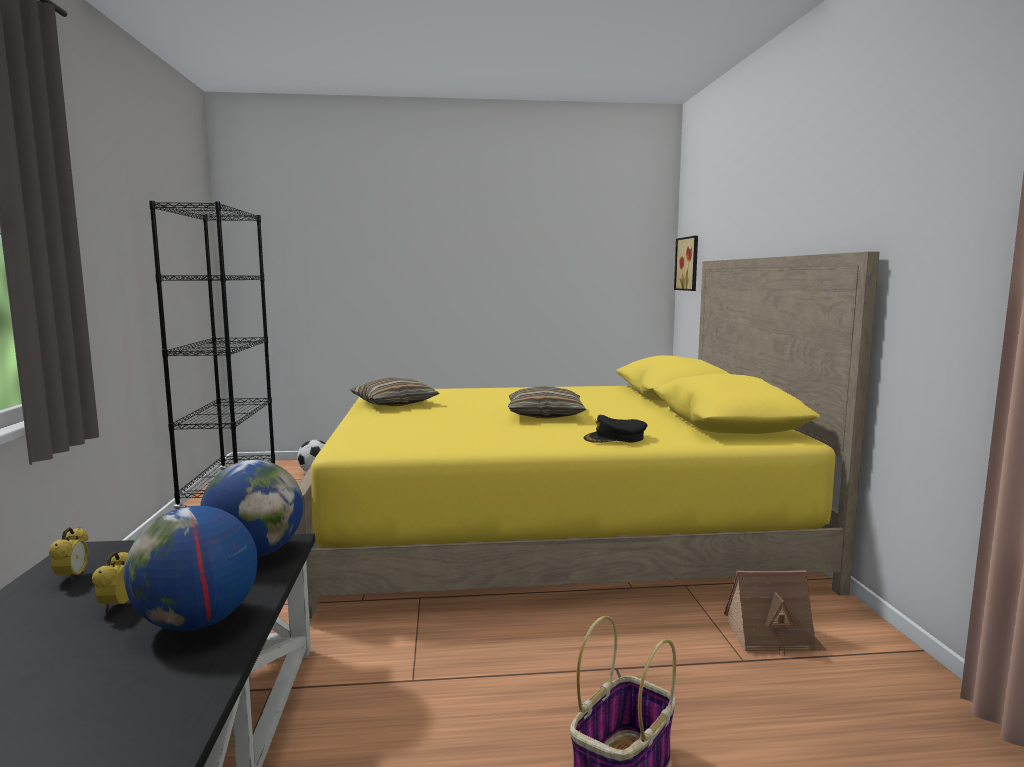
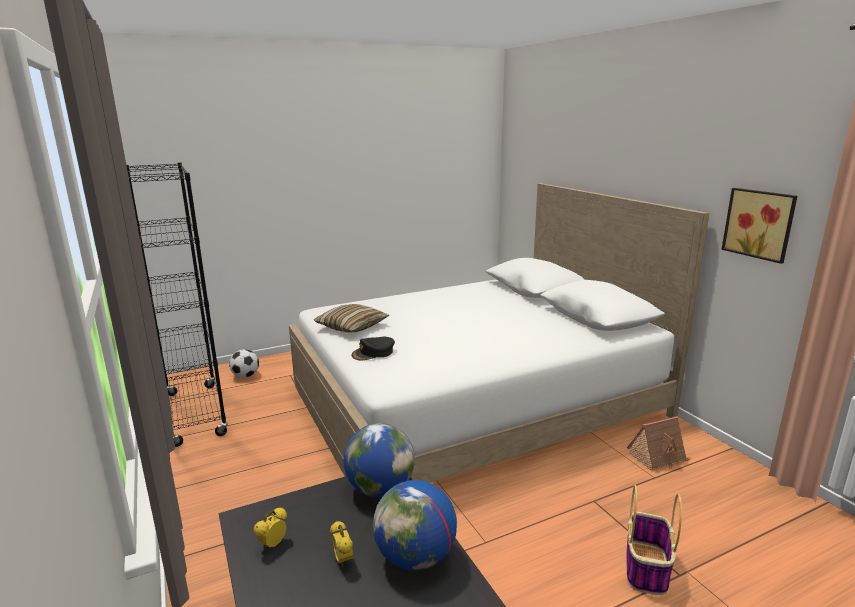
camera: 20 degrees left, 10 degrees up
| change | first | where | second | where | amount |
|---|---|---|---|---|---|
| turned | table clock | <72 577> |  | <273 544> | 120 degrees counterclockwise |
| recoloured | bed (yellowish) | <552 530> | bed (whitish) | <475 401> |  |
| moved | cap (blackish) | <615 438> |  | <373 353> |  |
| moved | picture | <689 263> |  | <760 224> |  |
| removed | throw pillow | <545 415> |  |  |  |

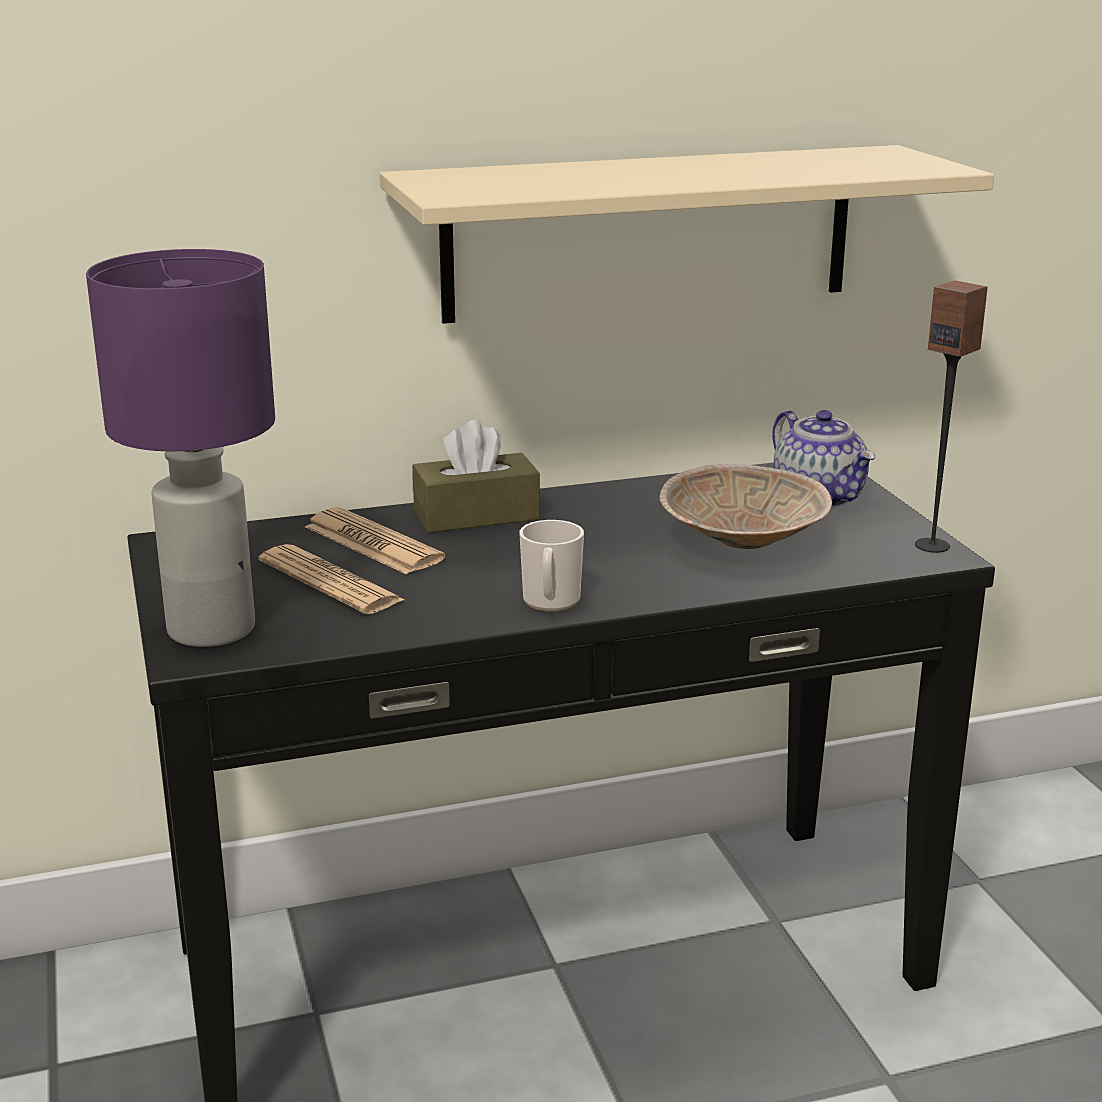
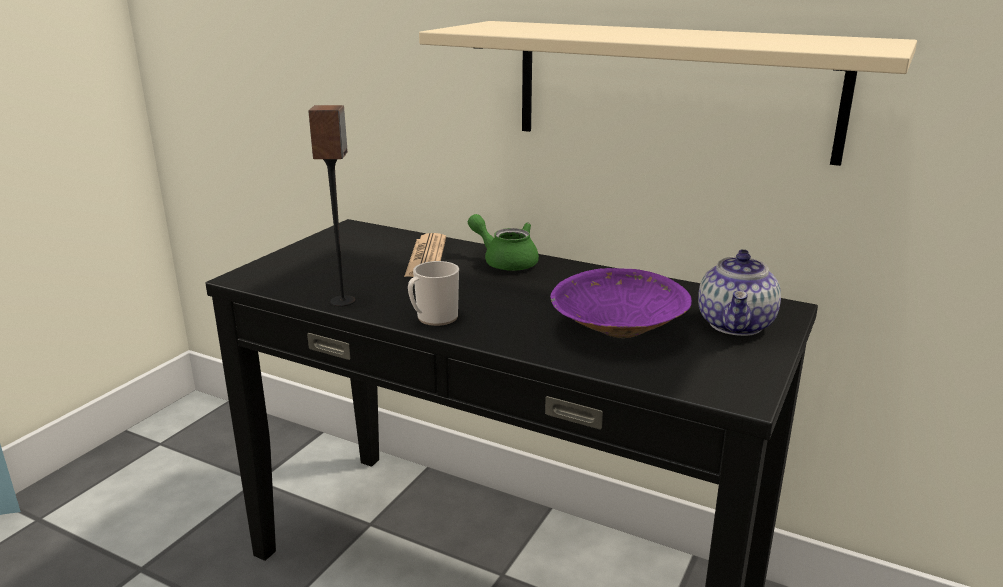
camera: 45 degrees right, 0 degrees up
| change | first | where | second | where | amount |
|---|---|---|---|---|---|
| moved | speaker | <932 545> |  | <343 301> |  |
| replaced | tissue box (brown) | <476 515> | teapot (green) | <505 261> |  |
| recoloured | serving bowl (beige) | <742 543> | serving bowl (purplish) | <616 331> |  |
| removed | tabletop lamp (purplish) | <209 629> |  |  |  |
| removed | printed paper | <330 582> |  |  |  |

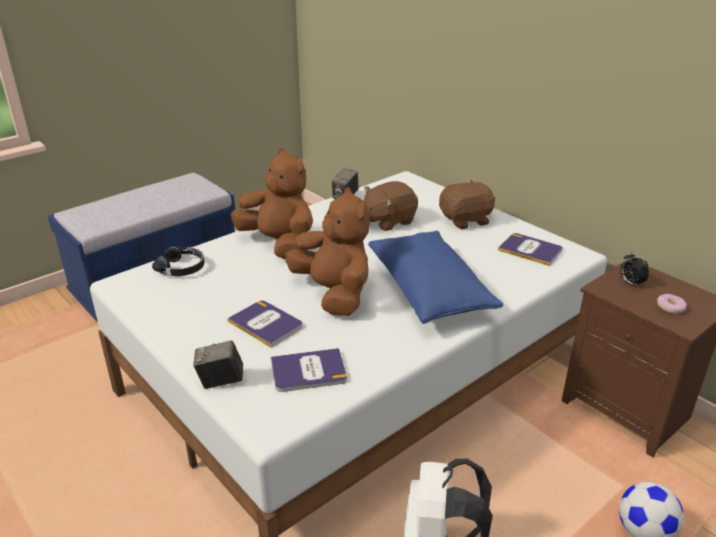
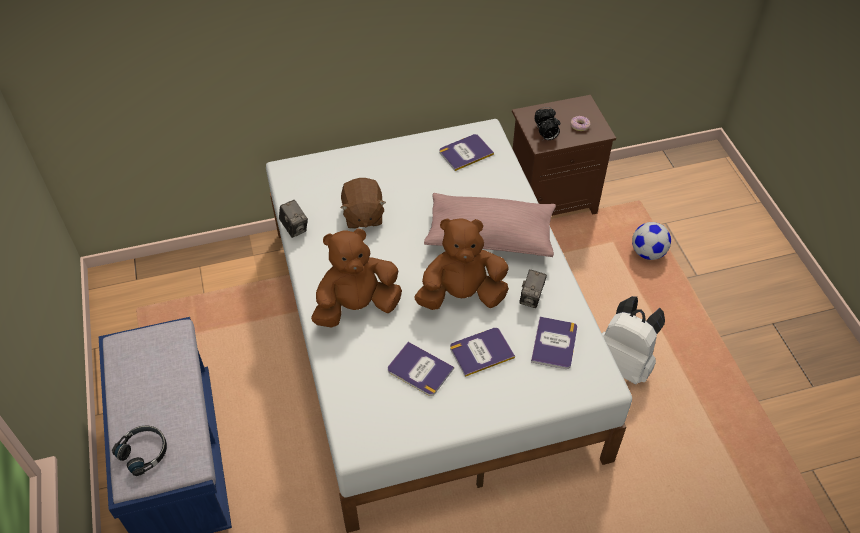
camera: 65 degrees left, 20 degrees up
| change | first | where | second | where | amount |
|---|---|---|---|---|---|
| moved | headset (blackish) | <182 268> |  | <144 452> |  |
| added |  |  | volume | <419 369> |  |
| recoloured | throw pillow (bluish) | <429 291> | throw pillow (pink-coloured) | <490 236> |  |
| moved | still camera | <221 381> |  | <531 298> |  |
| added |  |  | table clock | <548 138> |  |
| removed | cuddly toy (brown) | <466 220> |  |  |  |

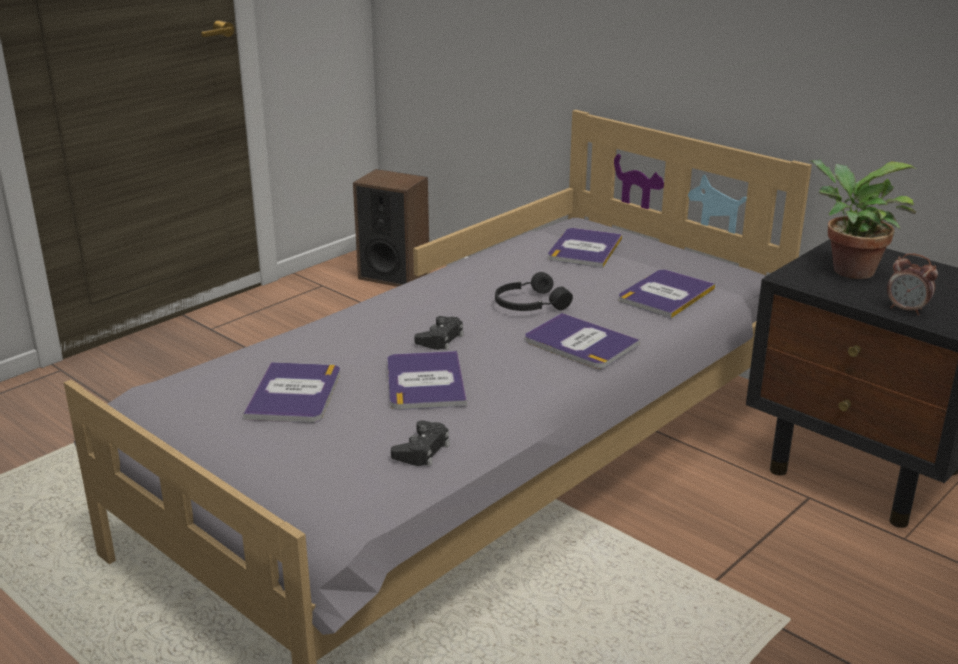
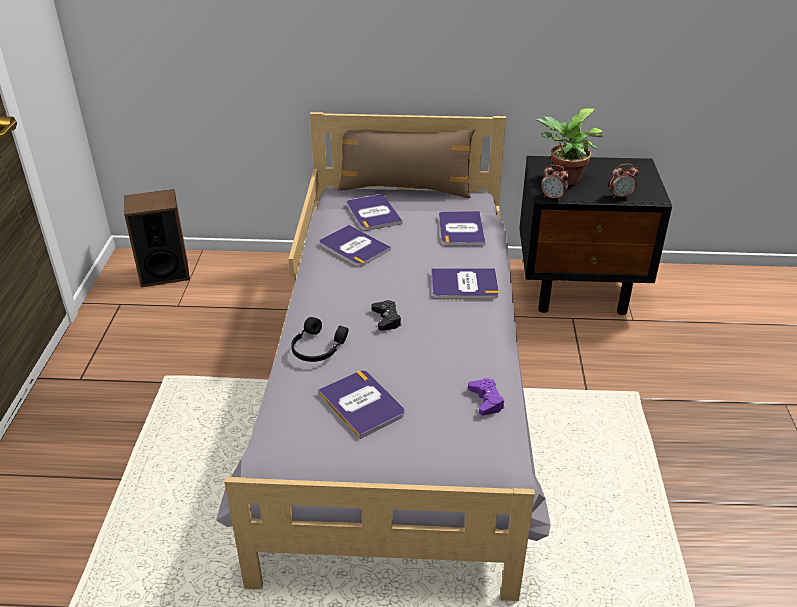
camera: 40 degrees left, 10 degrees up
| change | first | where | second | where | amount |
|---|---|---|---|---|---|
| moved | headset (blackish) | <529 305> |  | <317 348> |  |
| moved | volume | <425 382> |  | <353 247> |  |
| added |  |  | throw pillow (brown) | <405 188> |  |
| recoloured | joypad (blackish) | <422 450> | joypad (purplish) | <486 400> |  |
| added |  |  | table clock | <553 197> |  |

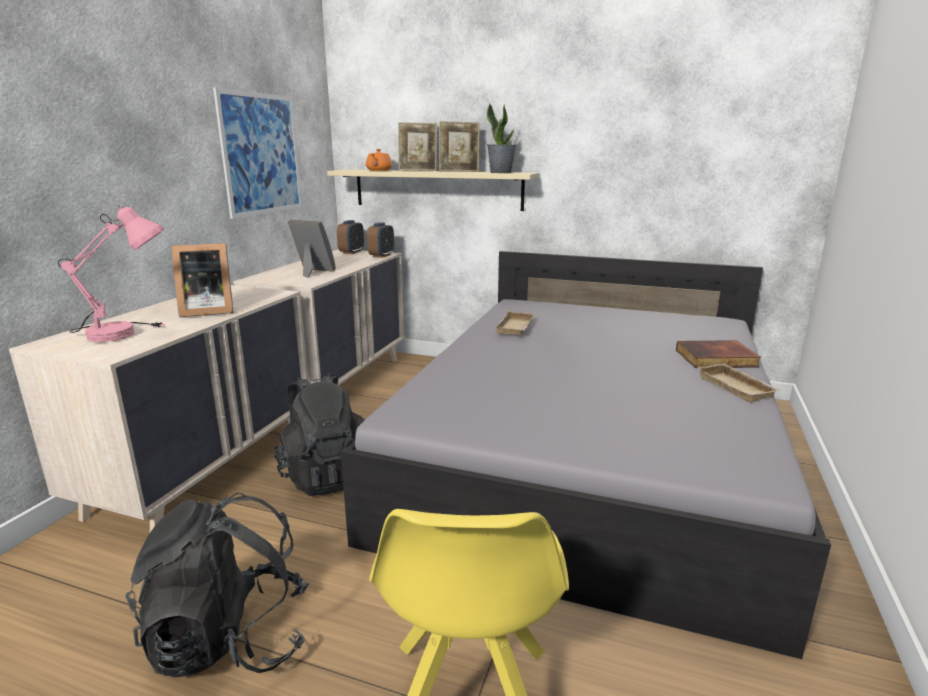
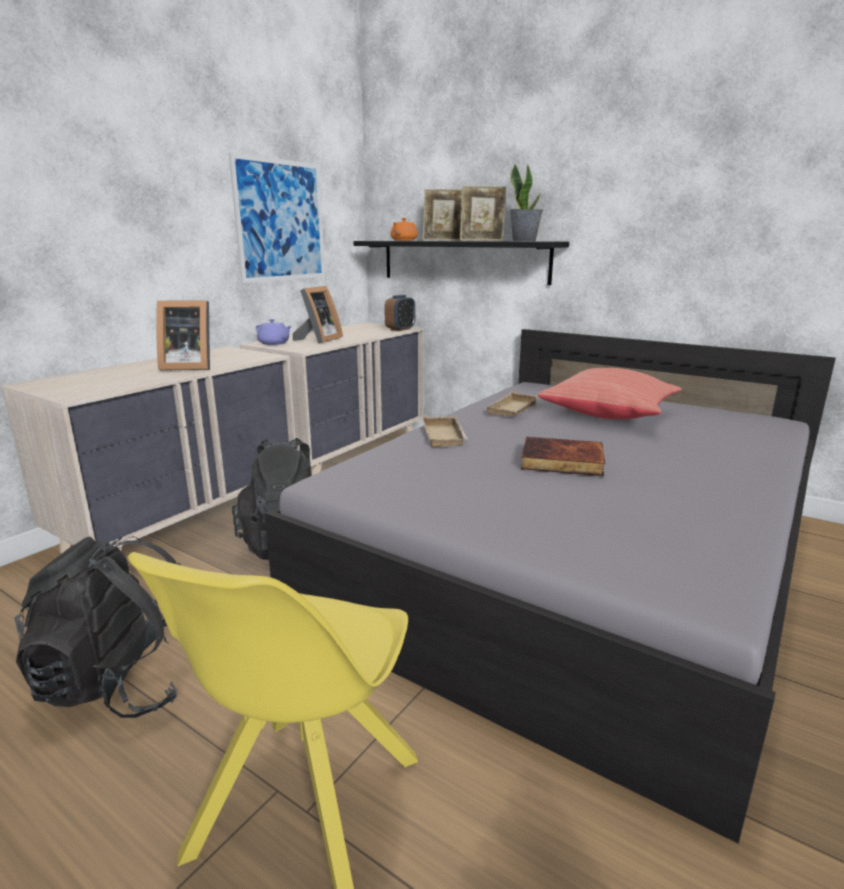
camera: 15 degrees right, 0 degrees up
| change | first | where | second | where | amount |
|---|---|---|---|---|---|
| added |  |  | teapot (purplish) | <274 343> |  |
| turned | picture frame | <312 272> |  | <318 340> | 75 degrees clockwise |
| recoloured | bracket shelf (beige) | <437 189> | bracket shelf (blackish) | <463 261> |  |
| moved | carrying tray (beige) | <738 387> |  | <445 436> |  |
| moved | volume | <716 359> |  | <561 461> |  |
| added |  |  | throw pillow (red-coloured) | <609 414> |  |
| removed | tabletop lamp (pink-coloured) | <124 332> |  |  |  |
| removed | table clock | <351 252> |  |  |  |

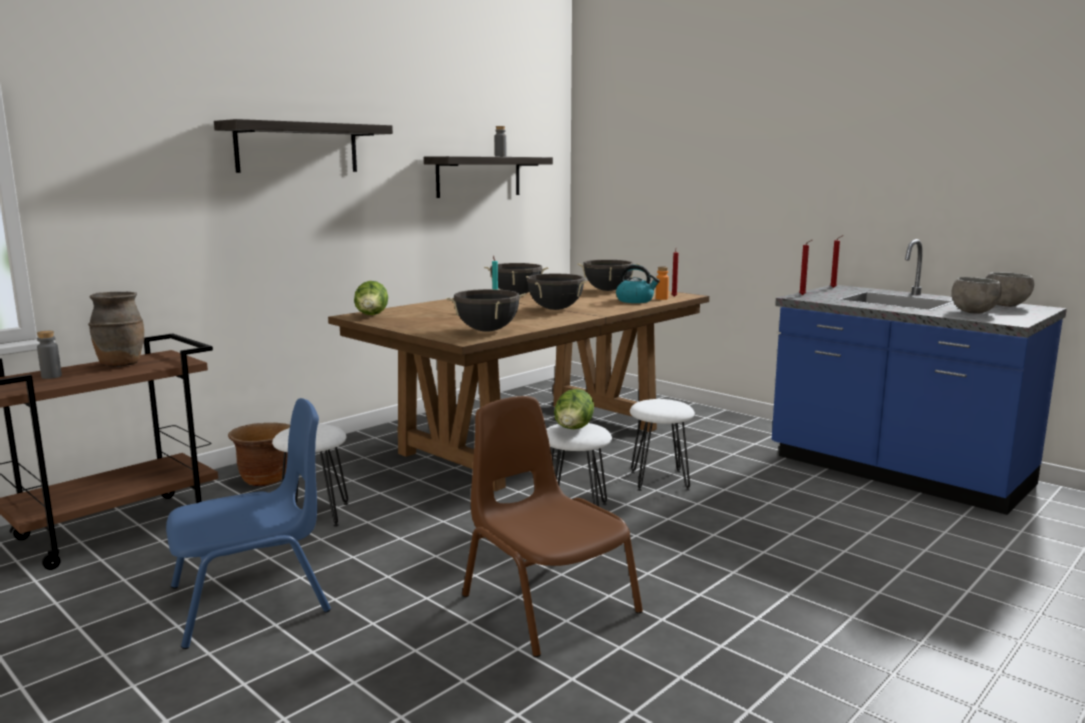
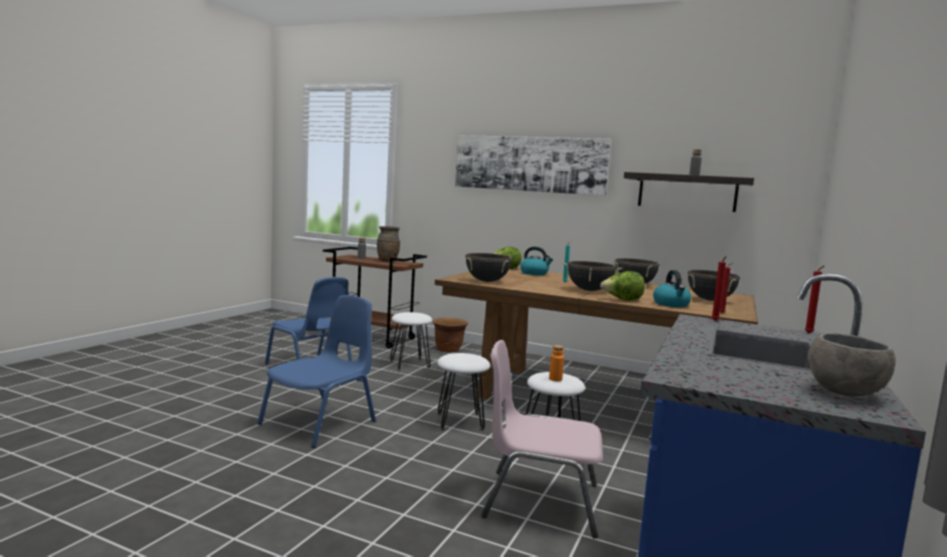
camera: 70 degrees right, 5 degrees down
| change | first | where | second | where | amount |
|---|---|---|---|---|---|
| recoloured | upright chair (brown) | <547 603> | upright chair (bluish) | <320 422> |  |
| replaced | bracket shelf | <297 148> | picture | <529 164> |  |
| added |  |  | upright chair (pink-coloured) | <539 501> |  |
| added |  |  | water kettle | <534 273> |  |
| moved | beverage bottle (orange-coloured) | <661 298> |  | <555 379> |  |
| moved | lettuce | <573 430> |  | <622 300> |  |
| removed | serving bowl (greyish) | <973 312> |  |  |  |

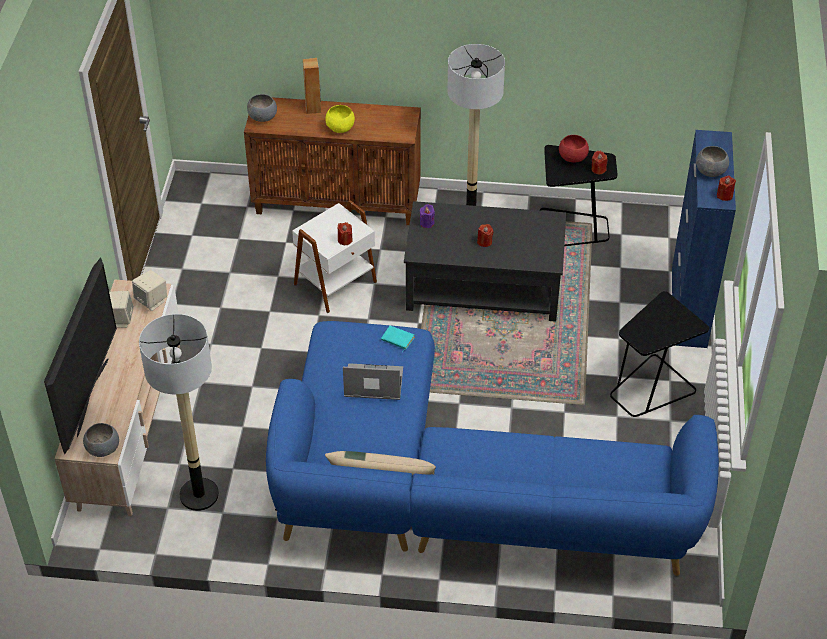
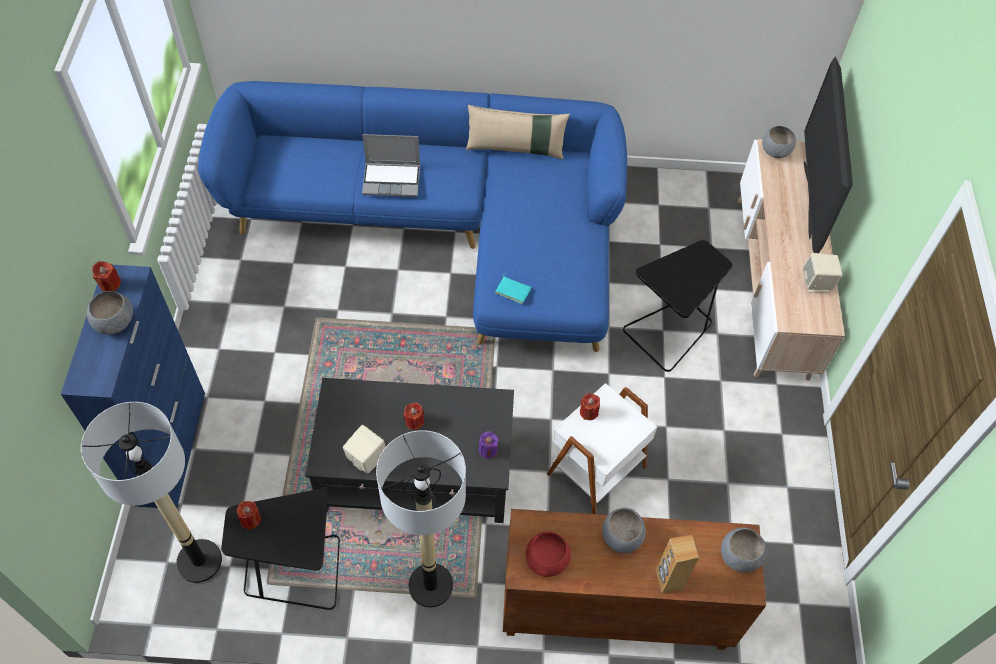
camera: 175 degrees right, 10 degrees up
| change | first | where | second | where | amount |
|---|---|---|---|---|---|
| moved | standing lamp | <199 494> |  | <199 561> |  |
| moved | speaker (beige) | <152 301> |  | <366 459> |  |
| moved | laptop | <372 384> |  | <392 180> |  |
| moved | serving bowl (red-coloured) | <573 158> |  | <545 560> |  |
| recoloured | serving bowl (yellowish) | <340 127> | serving bowl (greyish) | <621 537> |  |
| moved | accent table (blackish) | <650 388> |  | <670 332> |  |

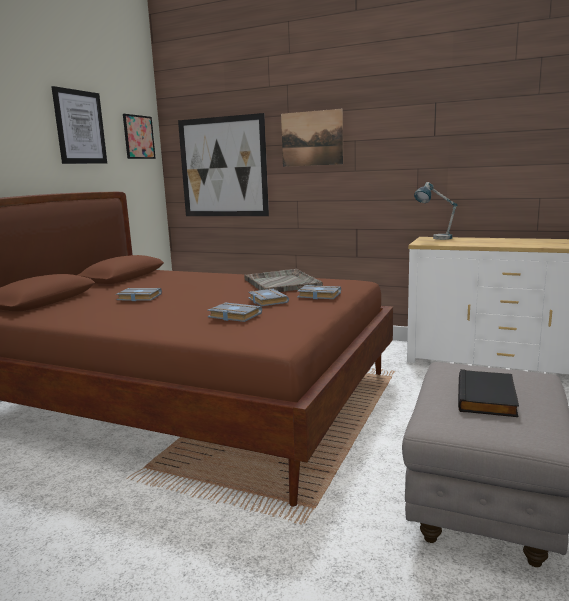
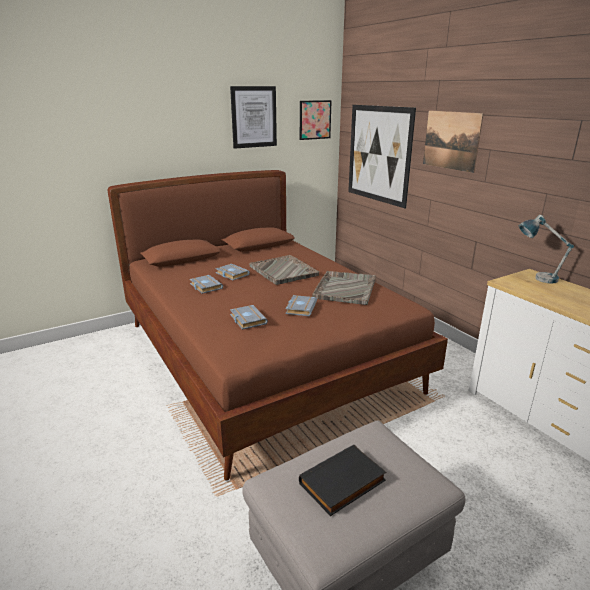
camera: 35 degrees right, 10 degrees up
| change | first | where | second | where | amount |
|---|---|---|---|---|---|
| moved | volume (greyish) | <318 296> |  | <205 286> |  |
| added |  |  | carrying tray (greyish) | <283 271> |  |

